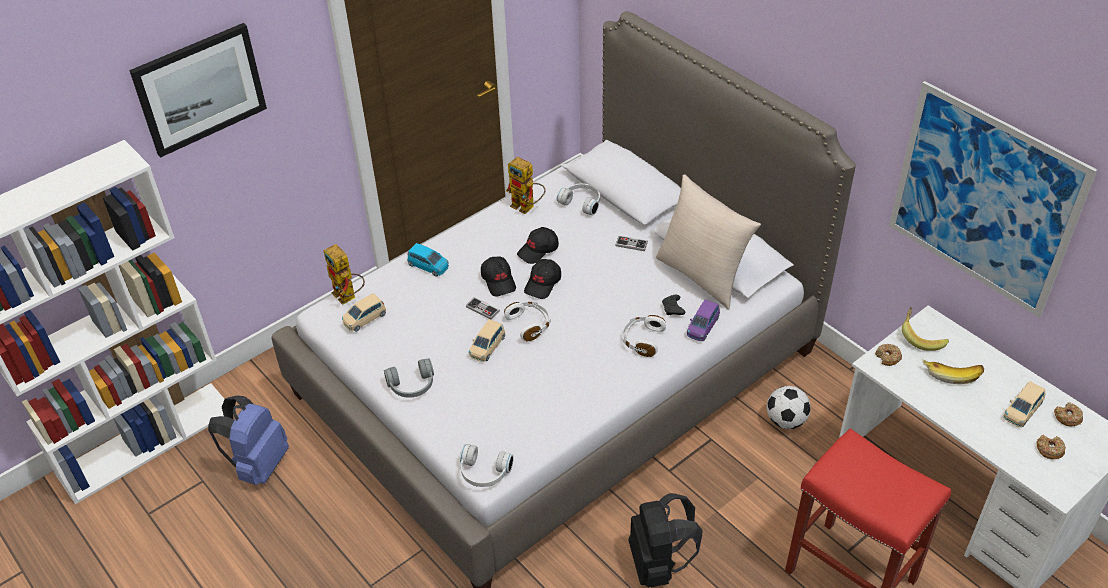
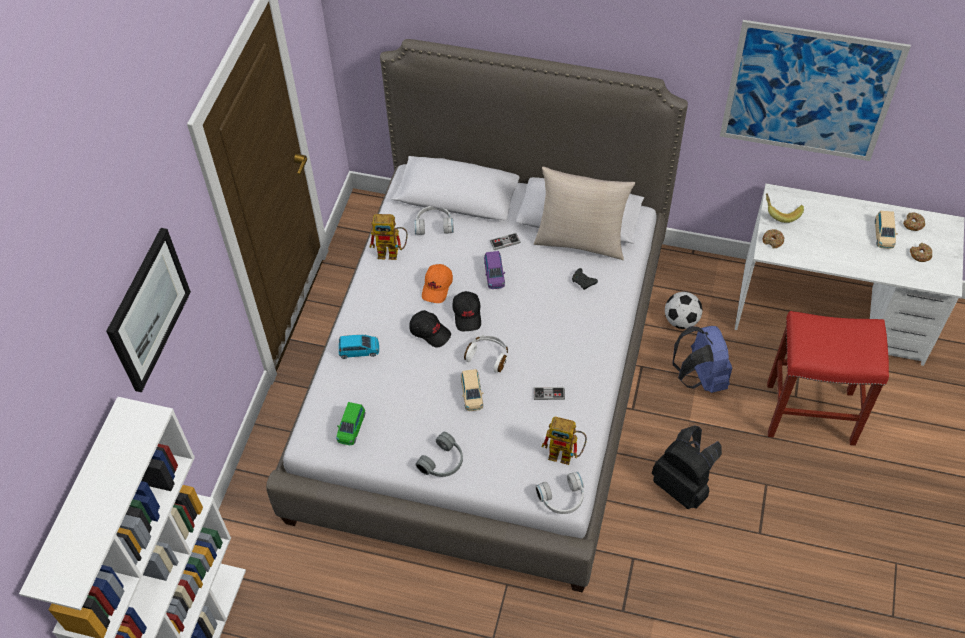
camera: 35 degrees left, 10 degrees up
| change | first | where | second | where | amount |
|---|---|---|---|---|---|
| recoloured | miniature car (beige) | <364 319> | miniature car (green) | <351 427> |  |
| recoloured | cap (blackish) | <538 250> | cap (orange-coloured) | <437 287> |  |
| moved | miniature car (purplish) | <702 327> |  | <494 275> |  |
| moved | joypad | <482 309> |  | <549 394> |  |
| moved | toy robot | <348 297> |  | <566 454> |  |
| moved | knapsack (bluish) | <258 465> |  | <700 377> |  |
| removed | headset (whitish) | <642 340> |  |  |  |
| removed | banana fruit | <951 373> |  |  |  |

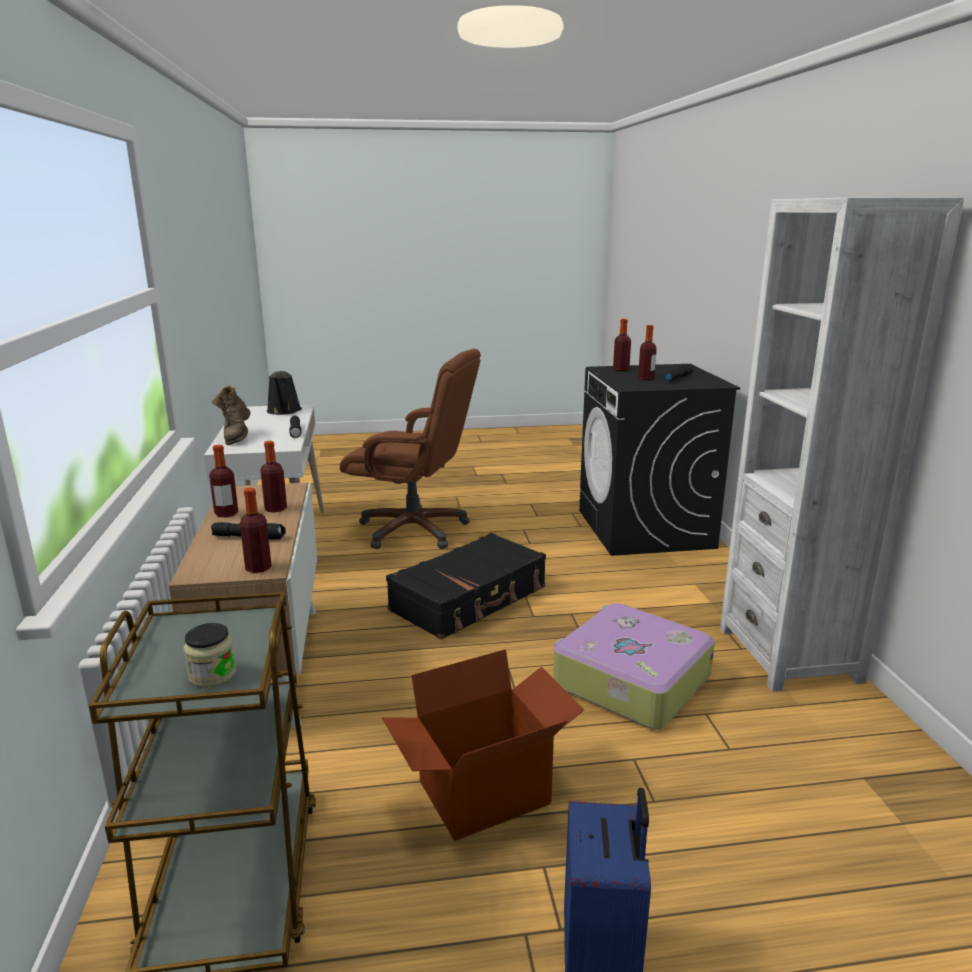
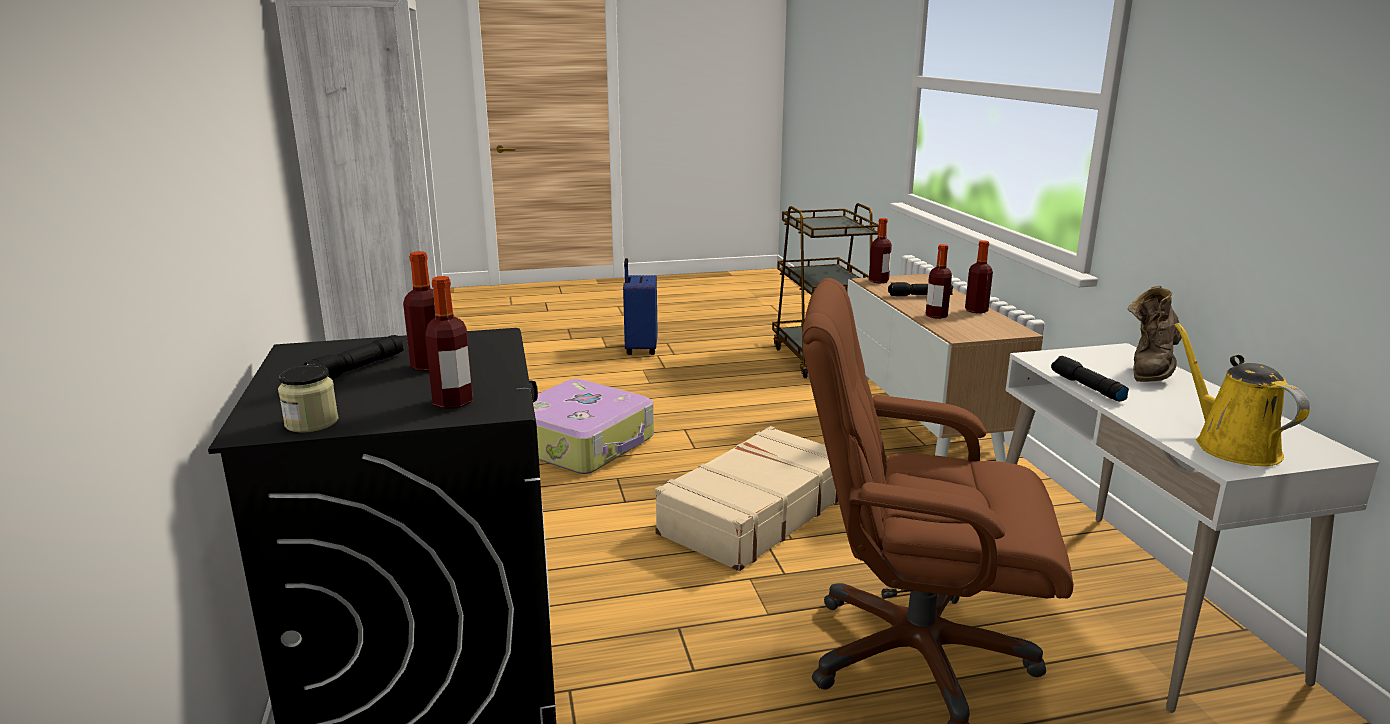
camera: 175 degrees right, 0 degrees up
| change | first | where | second | where | amount |
|---|---|---|---|---|---|
| moved | preserve jar | <212 674> |  | <311 422> |  |
| recoloured | piece of luggage (blackish) | <470 599> | piece of luggage (beige) | <753 514> |  |
| turned | high-top boot (brown) | <237 438> |  | <1151 371> | 135 degrees counterclockwise |
| recoloured | watering pot (blackish) | <284 411> | watering pot (yellowish) | <1230 445> |  |
| removed | packing box | <485 794> |  |  |  |

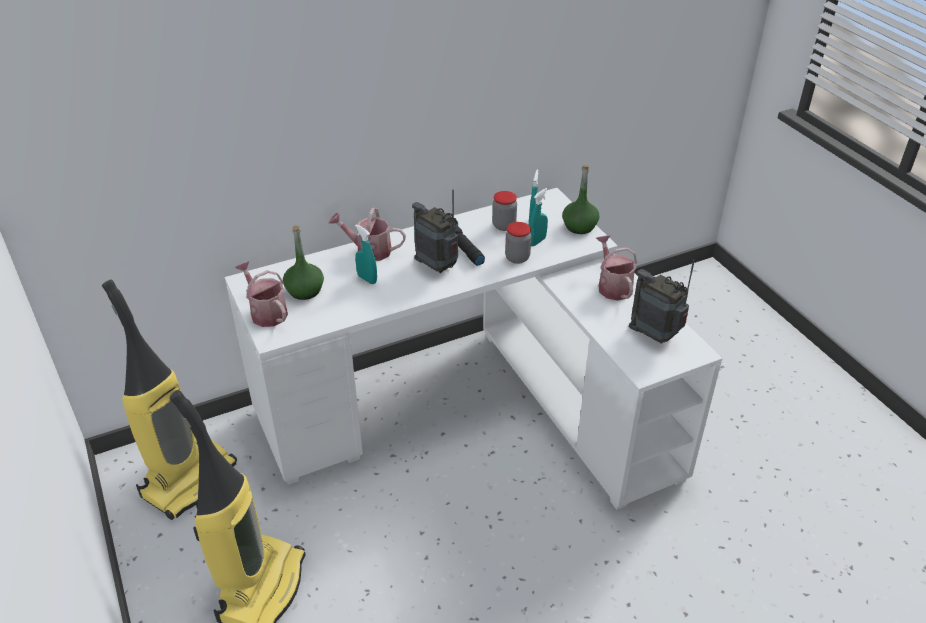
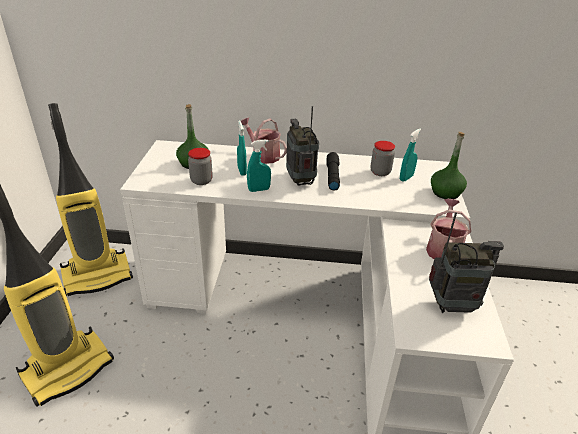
camera: 30 degrees right, 5 degrees down
| change | first | where | second | where | amount |
|---|---|---|---|---|---|
| moved | preserve jar | <517 258> |  | <201 181> |  |
| moved | spray bottle (blue-green) | <537 241> |  | <259 190> |  |
| turned | radio set | <655 336> |  | <452 307> | 105 degrees clockwise |
| removed | watering pot | <266 312> |  |  |  |

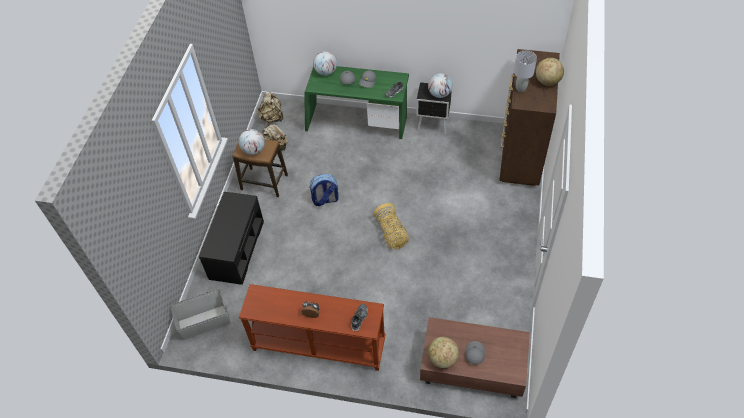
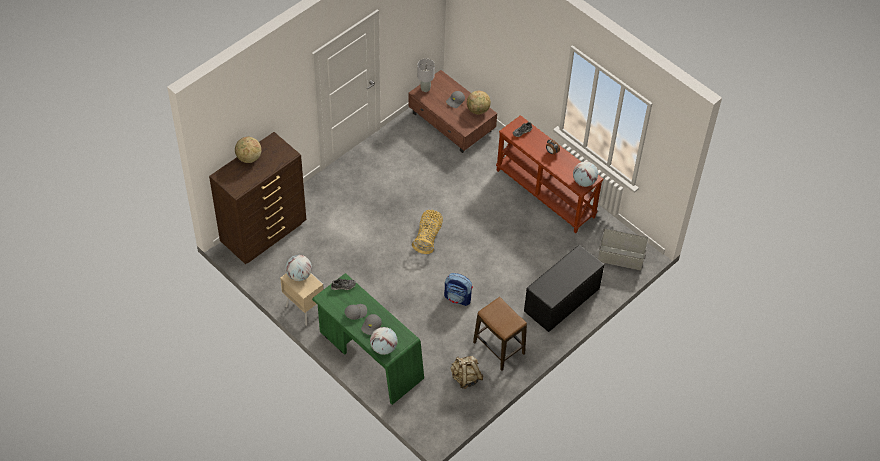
camera: 150 degrees left, 0 degrees up
| change | first | where | second | where | amount |
|---|---|---|---|---|---|
| recoloured | bedside table (blackish) | <433 126> | bedside table (beige) | <304 309> |  |
| moved | tabletop lamp (greyish) | <521 88> |  | <425 89> |  |
| moved | desk globe | <253 150> |  | <584 181> |  |
| removed | knapsack (beige) | <272 118> |  |  |  |

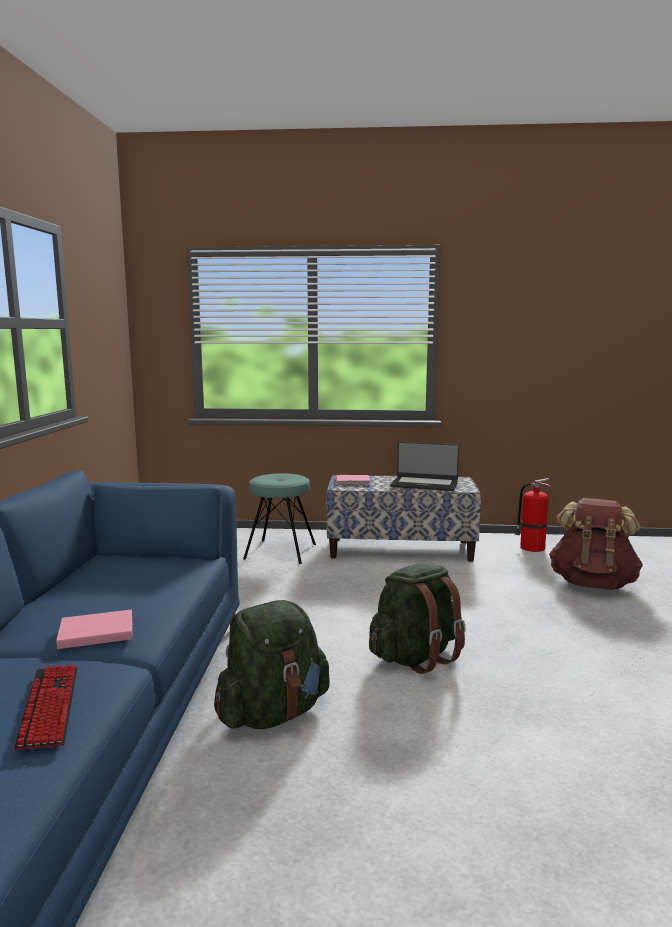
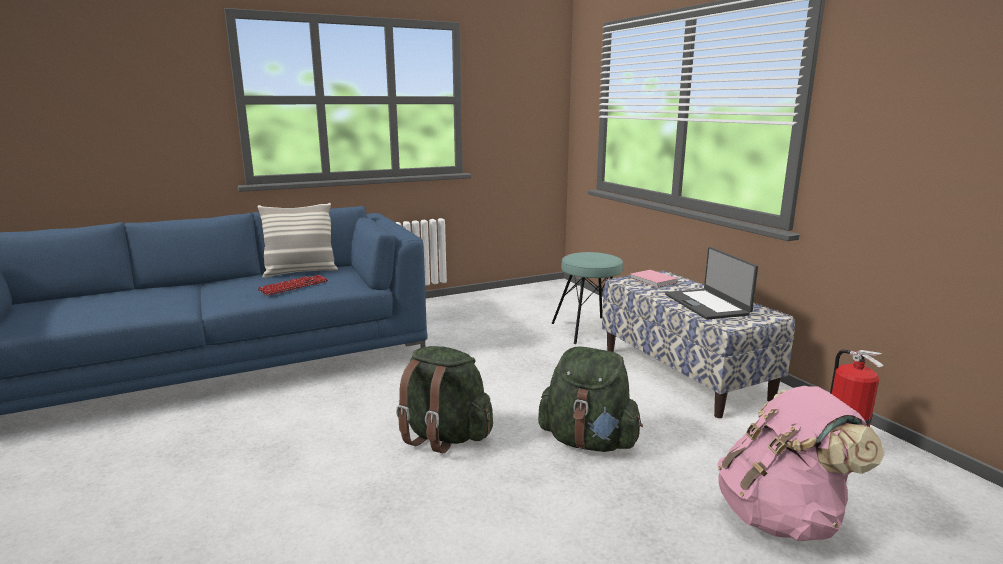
camera: 60 degrees right, 5 degrees up
| change | first | where | second | where | amount |
|---|---|---|---|---|---|
| moved | PC keyboard | <49 707> |  | <294 286> |  |
| added |  |  | throw pillow | <300 272> |  |
| moved | knapsack (green) | <273 713> |  | <588 441> |  |
| recoloured | knapsack (brown) | <592 584> | knapsack (pink-coloured) | <782 517> |  |
| removed | volume (pink-coloured) | <94 632> |  |  |  |

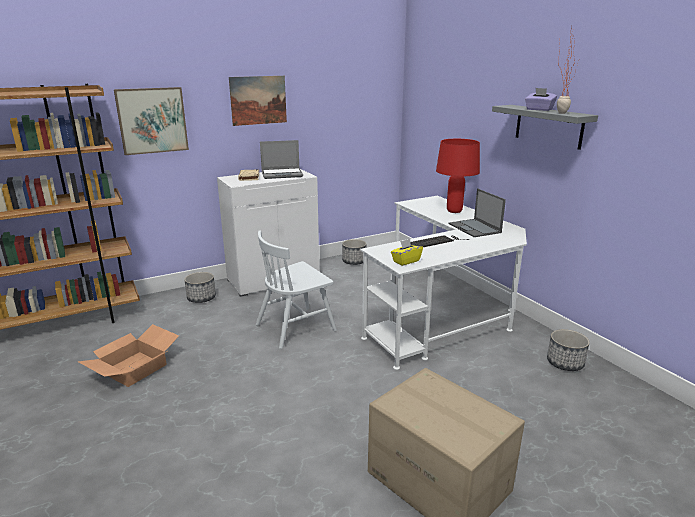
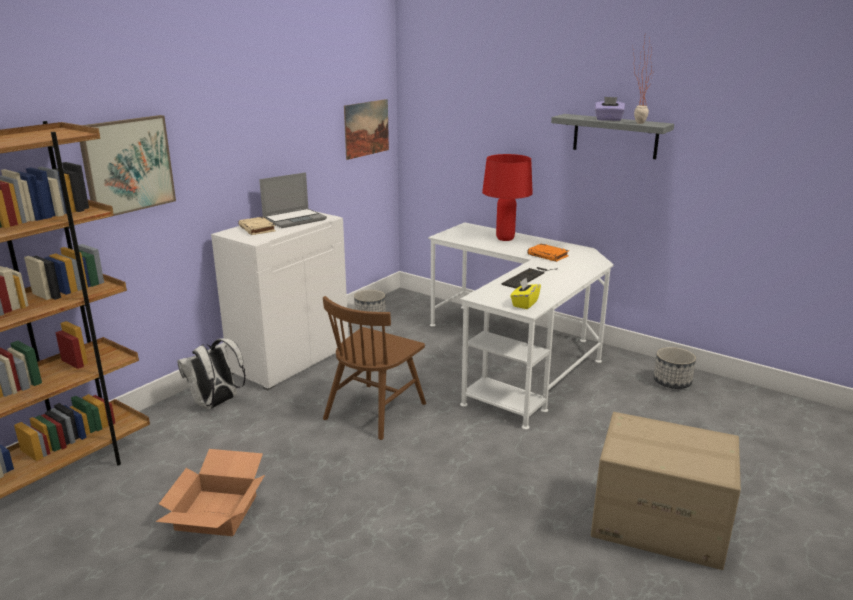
camera: 25 degrees left, 0 degrees up
| change | first | where | second | where | amount |
|---|---|---|---|---|---|
| replaced | flower pot | <201 298> | knapsack (whitish) | <216 404> |  |
| recoloured | upright chair (whitish) | <296 327> | upright chair (brown) | <375 411> |  |
| moved | picture | <258 100> |  | <366 128> |  |
| replaced | laptop | <475 228> | volume (orange-coloured) | <548 255> |  |

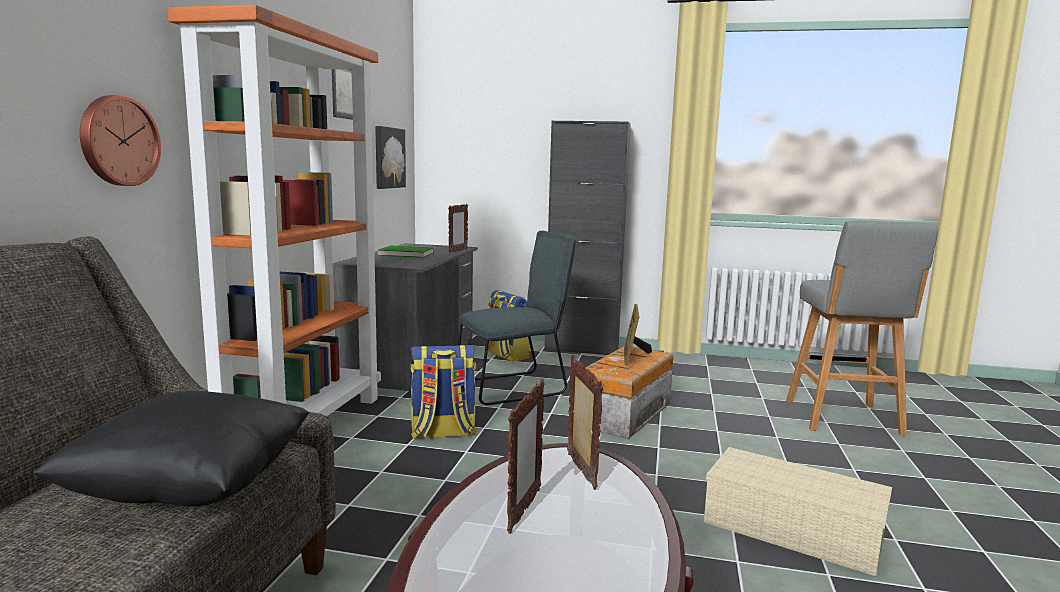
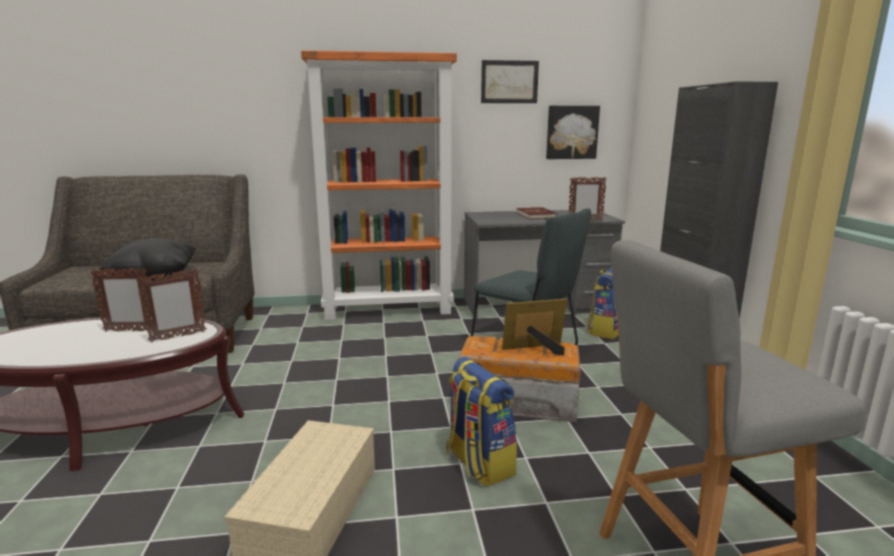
camera: 70 degrees right, 5 degrees up
| change | first | where | second | where | amount |
|---|---|---|---|---|---|
| moved | knapsack | <442 433> |  | <478 463> |  |
| recoloured | volume (green) | <406 254> | volume (red-coloured) | <536 215> |  |
| removed | wall clock | <118 141> |  |  |  |

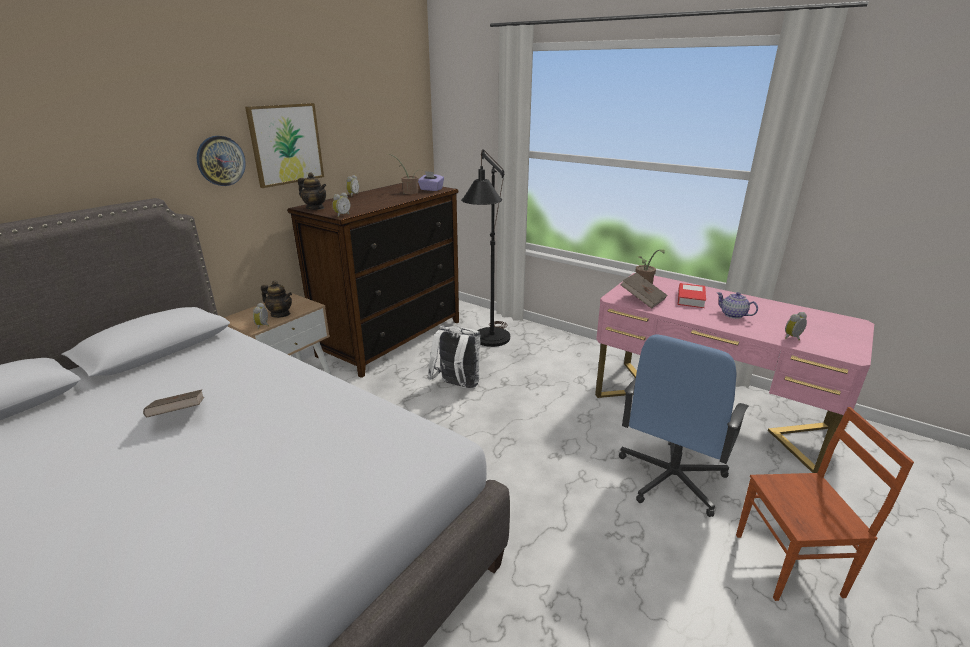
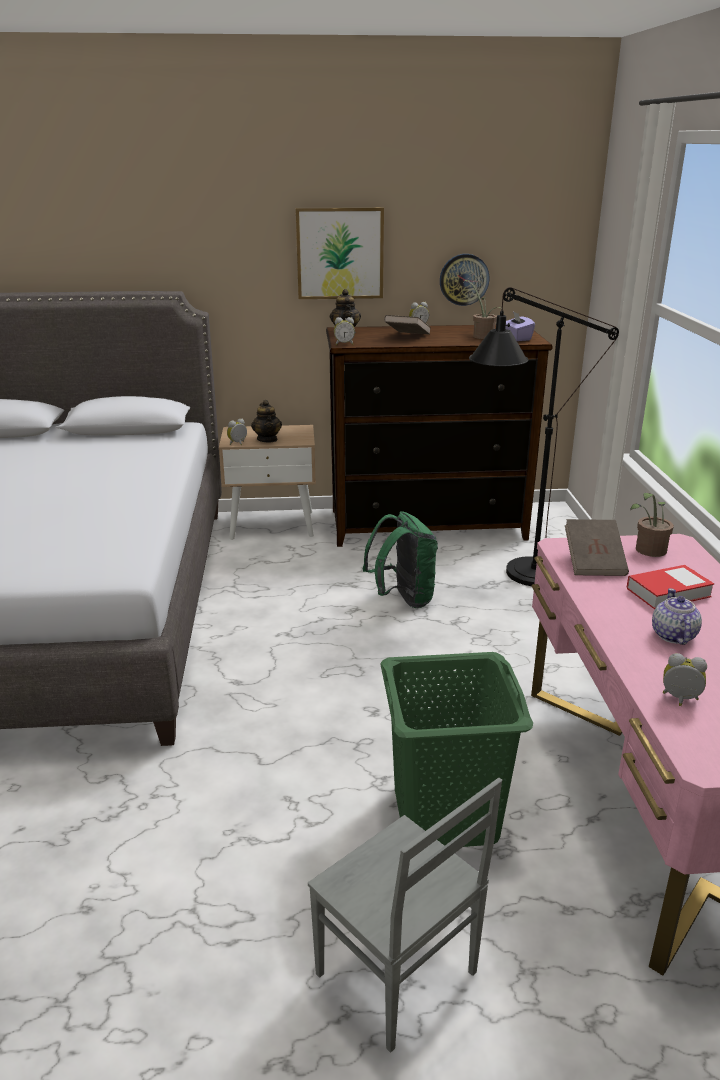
camera: 50 degrees right, 0 degrees up
| change | first | where | second | where | amount |
|---|---|---|---|---|---|
| recoloured | upright chair (brown) | <790 565> | upright chair (greyish) | <396 976> |  |
| recoloured | knapsack (whitish) | <457 386> | knapsack (green) | <403 599> |  |
| replaced | office chair (bluish) | <670 478> | hamper (green) | <444 814> |  |
| moved | volume (brown) | <179 415> |  | <407 337> |  |
| moved | wall clock | <220 161> |  | <464 279> |  |

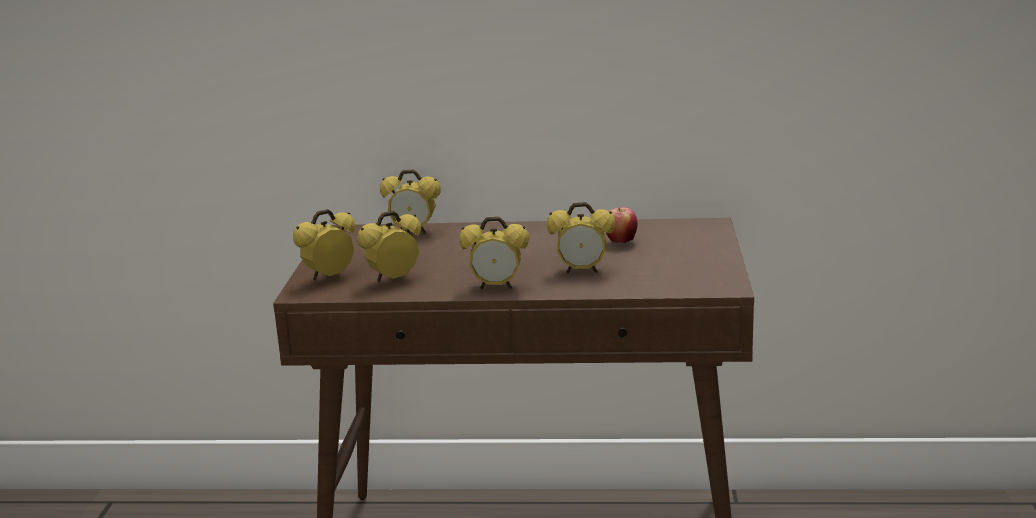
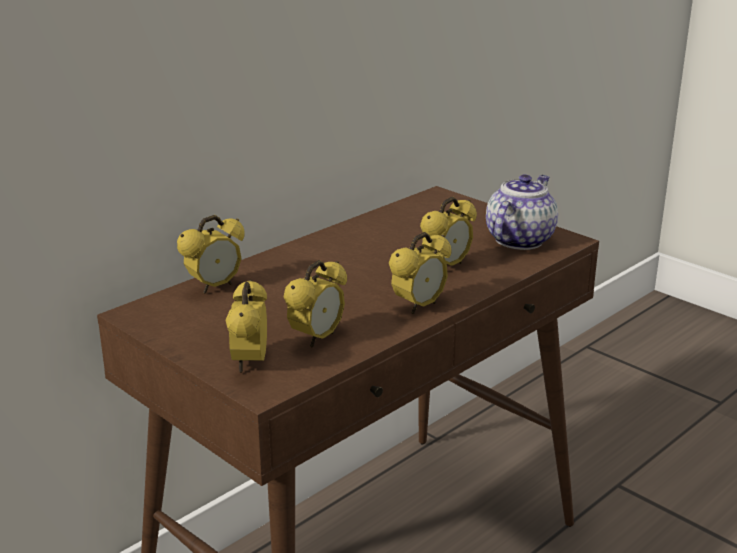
camera: 50 degrees left, 5 degrees up
| change | first | where | second | where | amount |
|---|---|---|---|---|---|
| turned | table clock | <393 280> |  | <317 339> | 150 degrees counterclockwise |
| added |  |  | teapot | <519 239> |  |
| removed | whole apple | <620 242> |  |  |  |

